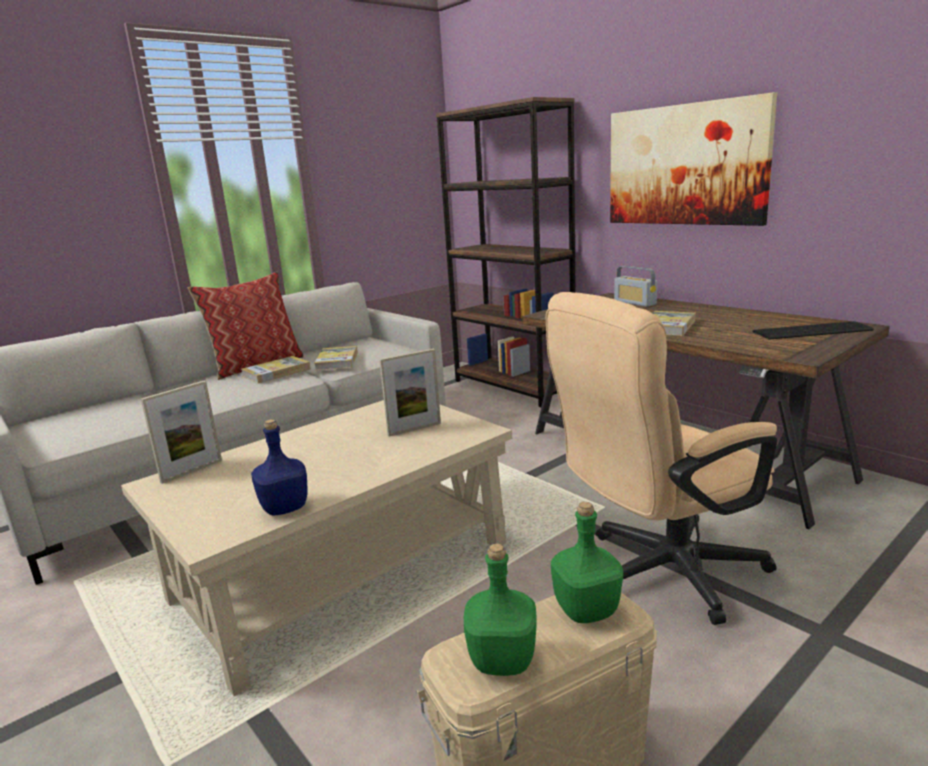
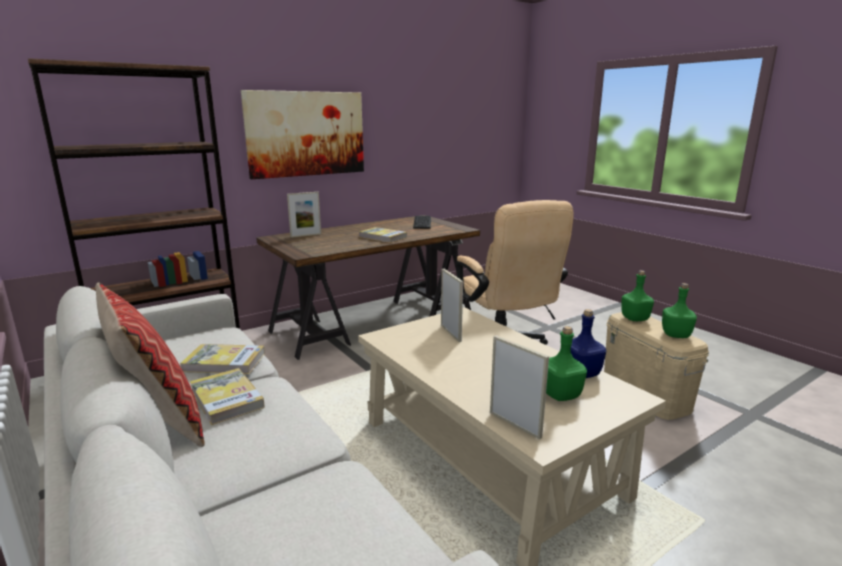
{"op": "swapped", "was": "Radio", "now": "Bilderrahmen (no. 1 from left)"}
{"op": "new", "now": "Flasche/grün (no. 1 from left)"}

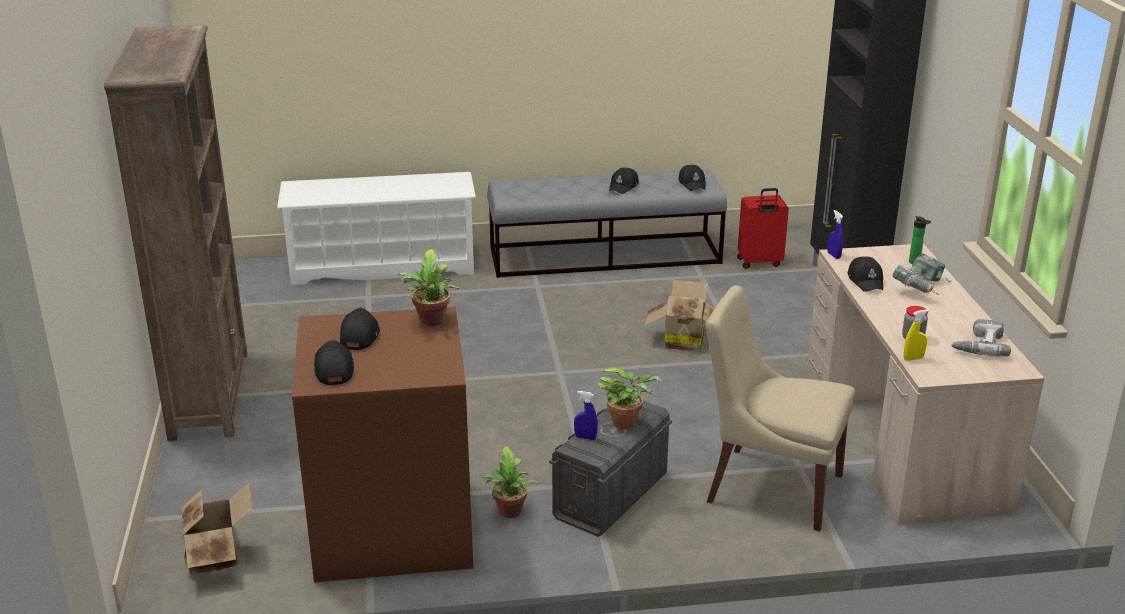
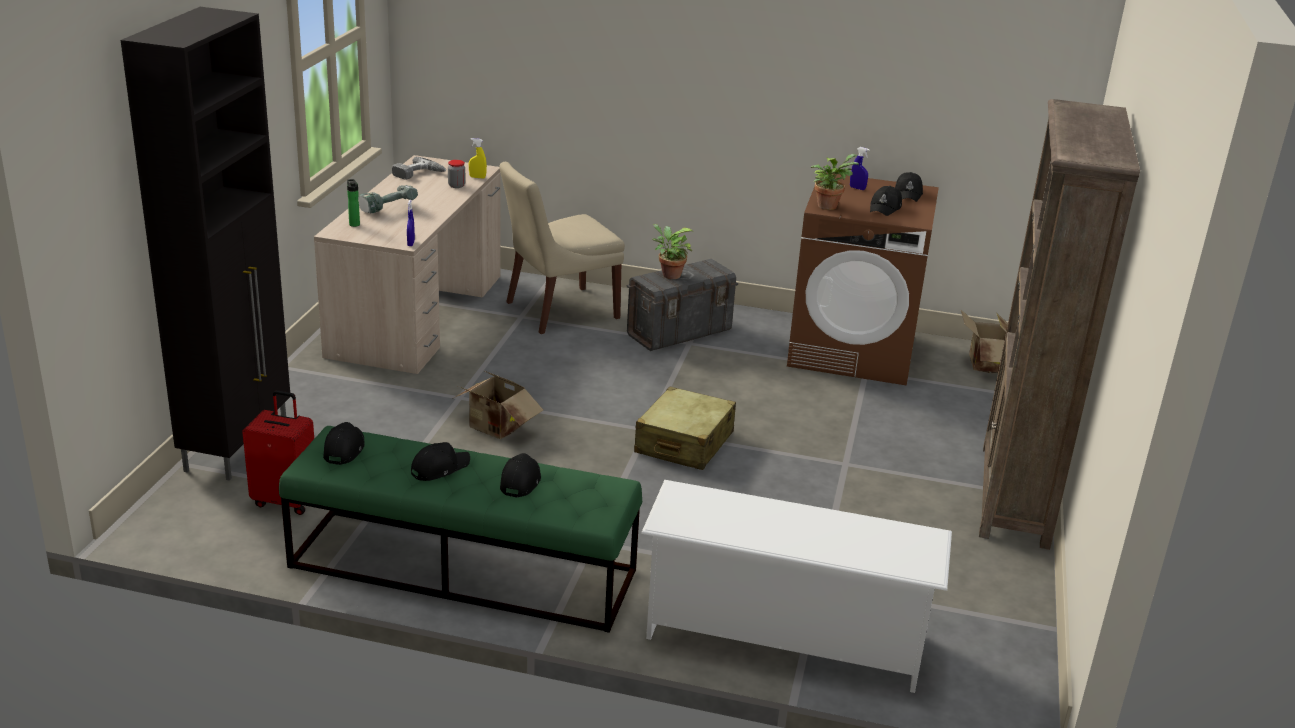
{"op": "repainted", "was": "Bank/grau", "now": "Bank/grün"}
{"op": "rotated", "was": "Stuhl/beige", "clockwise": 105}
{"op": "shifted", "was": "Kappe/schwarz (no. 5 from left in the first image)", "now": "Kappe/schwarz (no. 3 from left)"}
{"op": "new", "now": "Koffer/beige"}
{"op": "shifted", "was": "Sprühflasche/blau (no. 1 from left in the first image)", "now": "Sprühflasche/blau (no. 2 from left)"}
{"op": "gone", "was": "Topfpflanze (no. 2 from left)"}

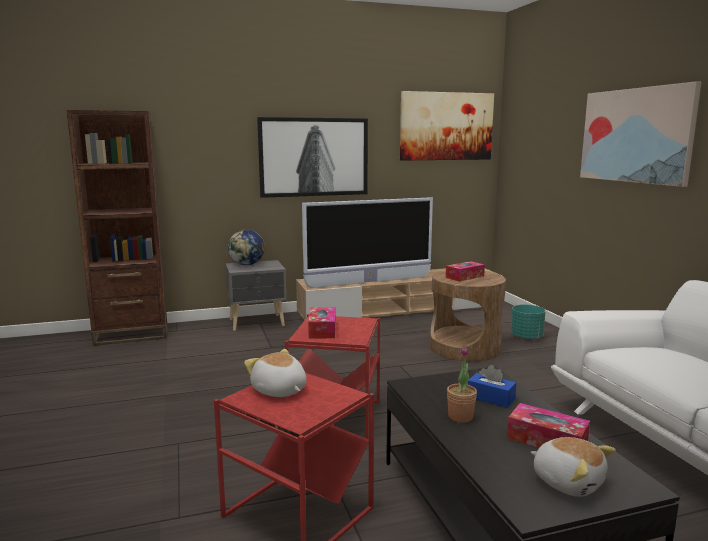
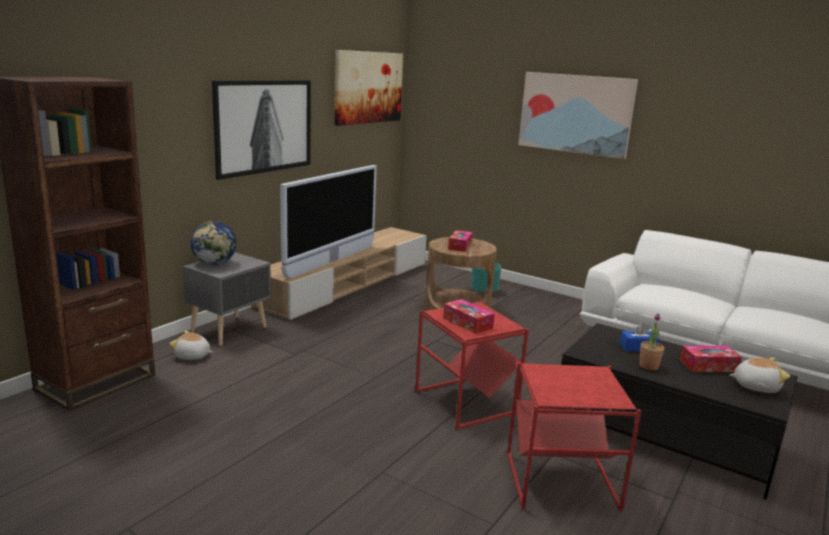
{"op": "shifted", "was": "Plüschtier (no. 1 from left)"}

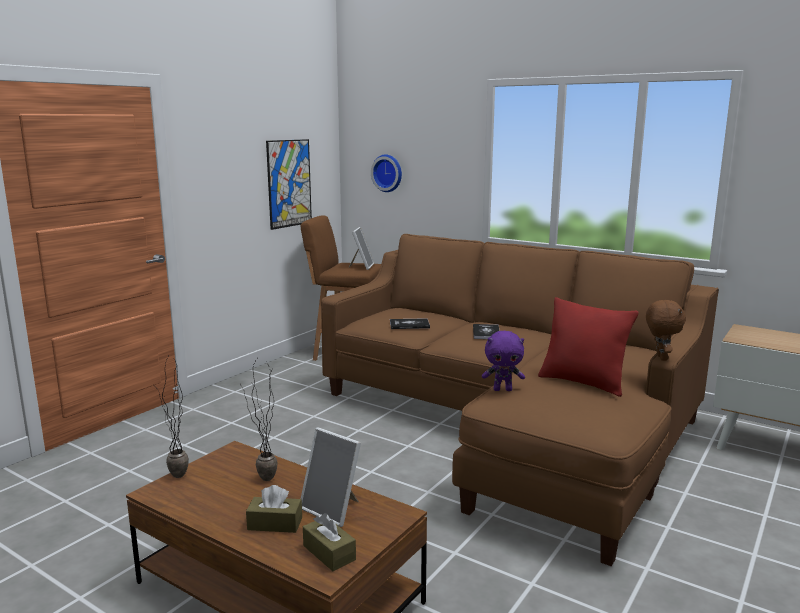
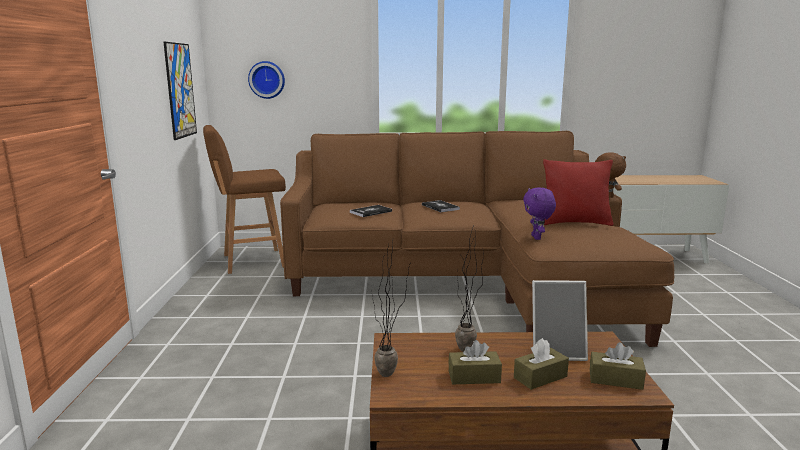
{"op": "new", "now": "Taschentuchbox/braun (no. 1 from left)"}
{"op": "rotated", "was": "Plüschtier/lila", "clockwise": 120}
{"op": "gone", "was": "Bilderrahmen (no. 2 from left)"}

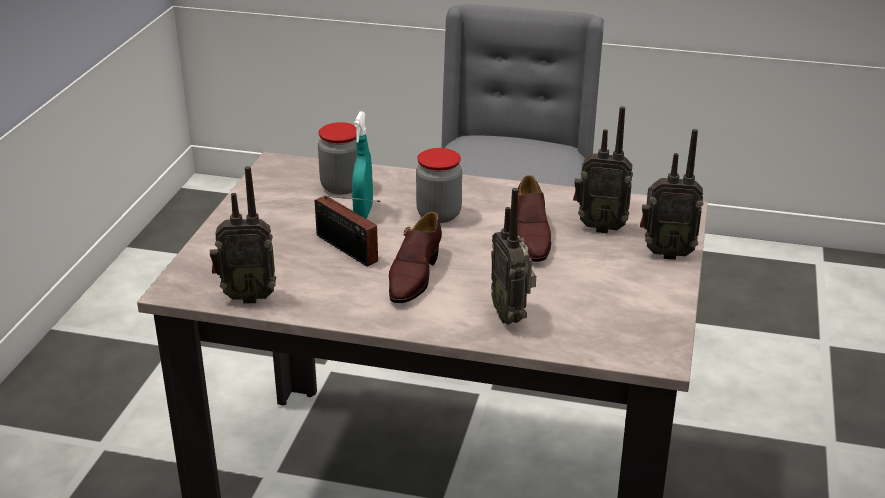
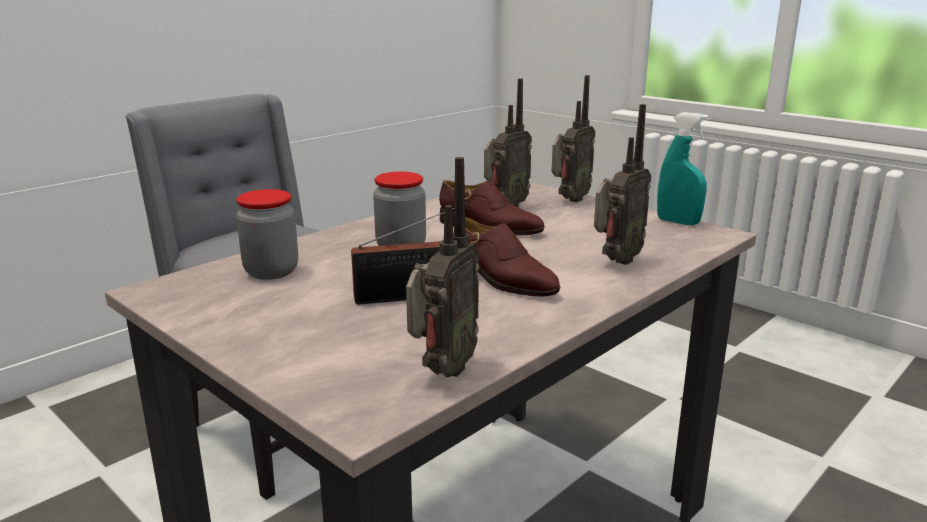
{"op": "rotated", "was": "Radio (no. 3 from left in the first image)", "clockwise": -60}
{"op": "shifted", "was": "Sprühflasche/türkis"}

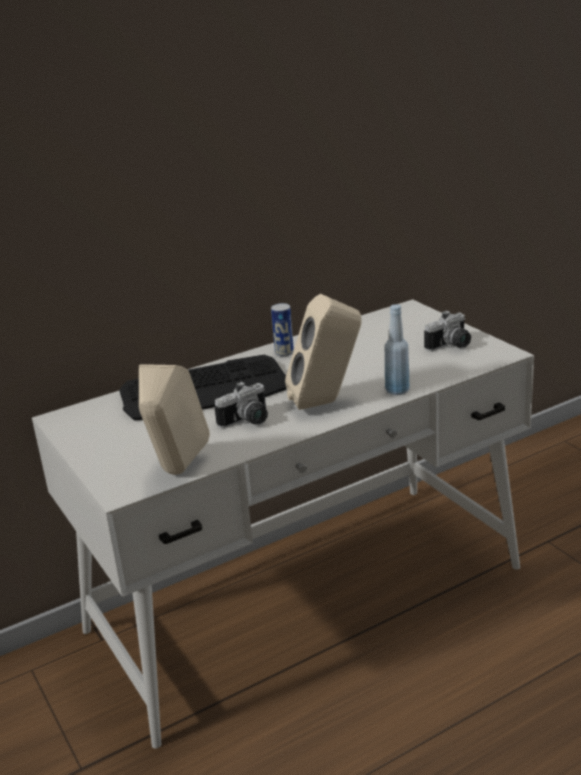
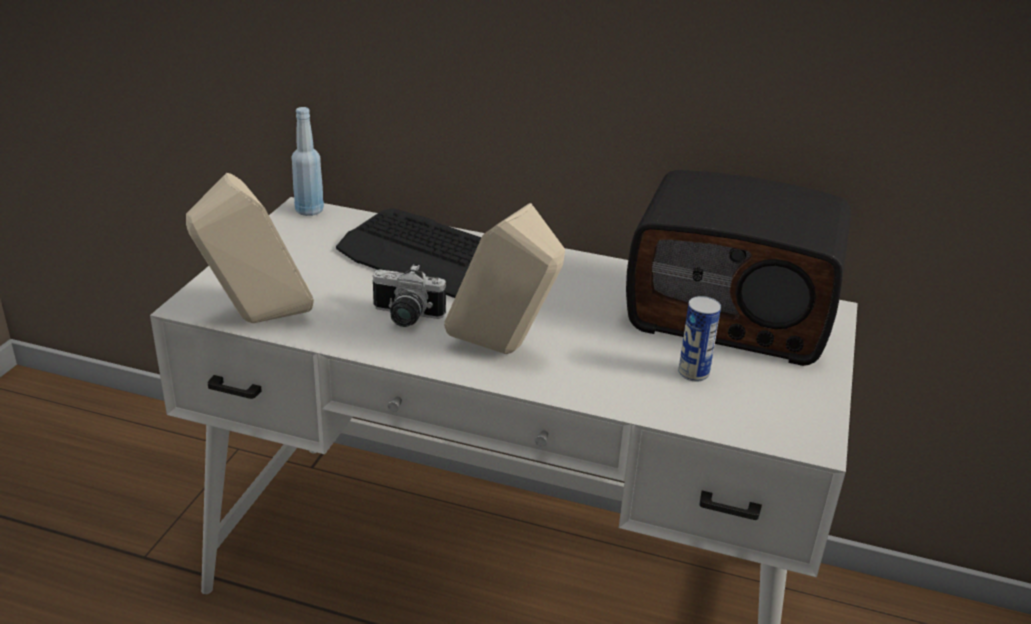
{"op": "shifted", "was": "Flasche/blau"}
{"op": "new", "now": "Radio"}
{"op": "shifted", "was": "Dose"}
{"op": "gone", "was": "Kamera (no. 2 from left)"}

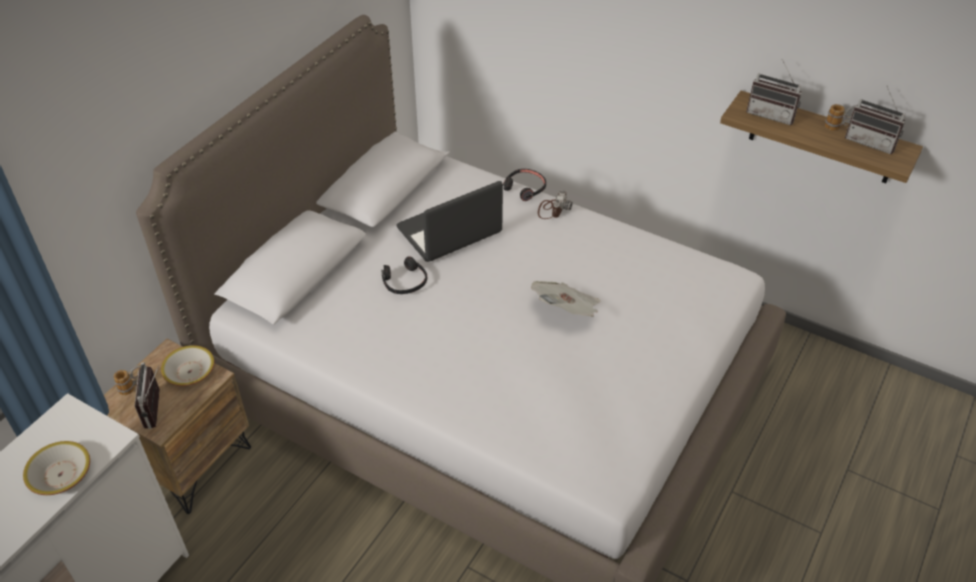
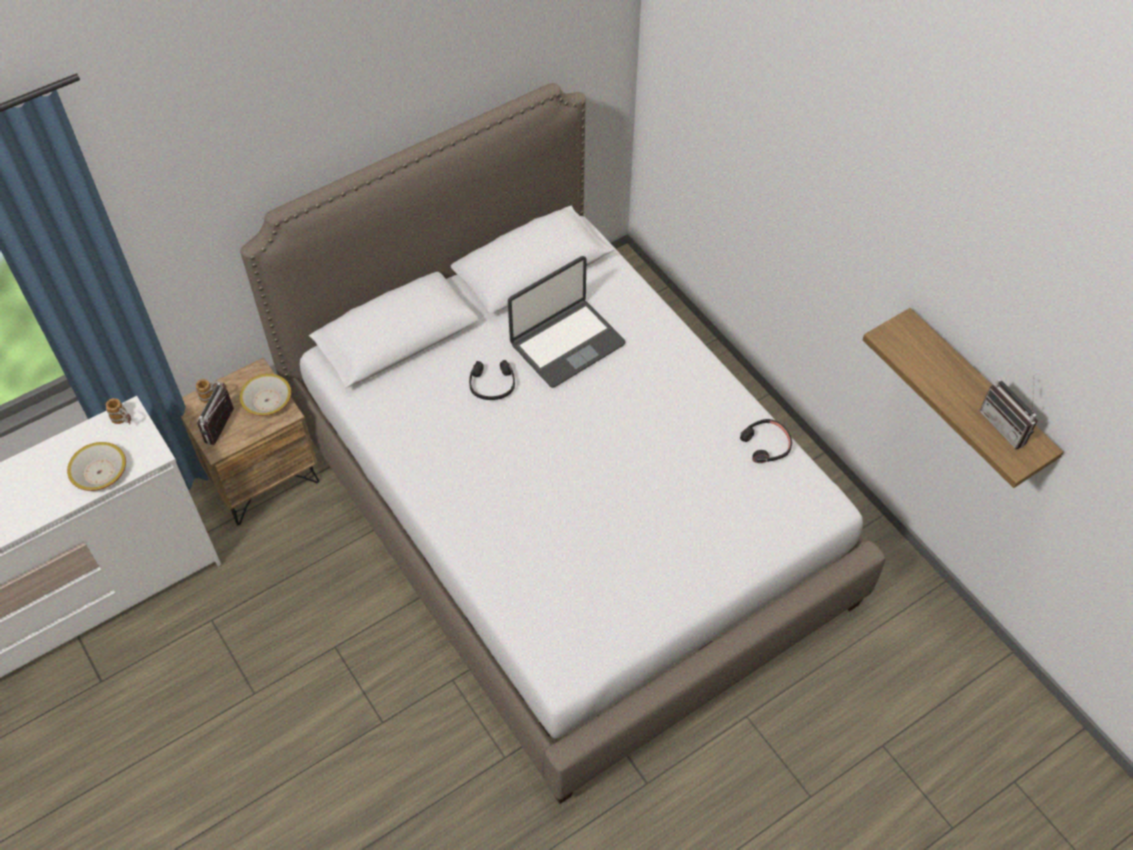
{"op": "shifted", "was": "Henkelbecher (no. 2 from left in the first image)", "now": "Henkelbecher (no. 1 from left)"}
{"op": "rotated", "was": "Laptop", "clockwise": 150}
{"op": "shifted", "was": "Kopfhörer/schwarz (no. 2 from left)"}
{"op": "gone", "was": "Zeitung"}
{"op": "gone", "was": "Kamera"}
{"op": "gone", "was": "Radio (no. 2 from left)"}

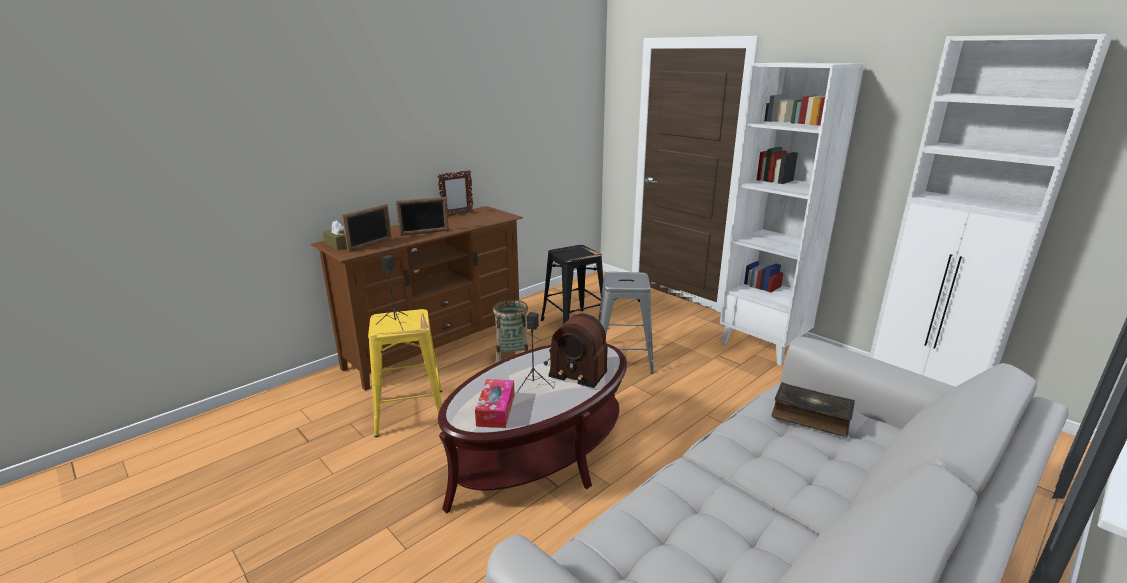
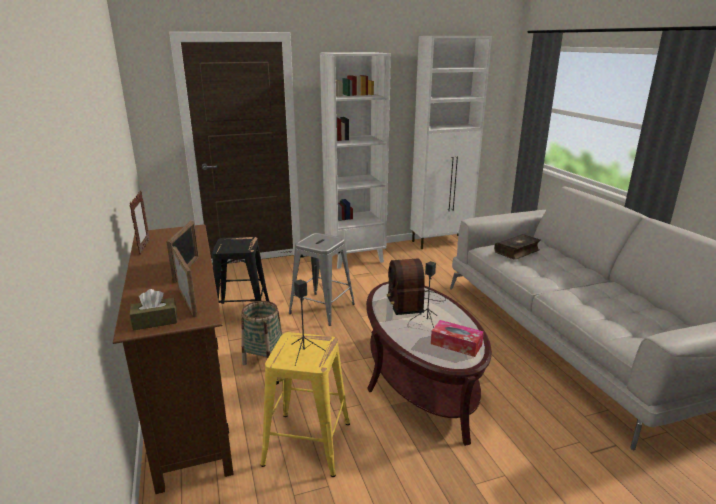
{"op": "rotated", "was": "Radio", "clockwise": 120}

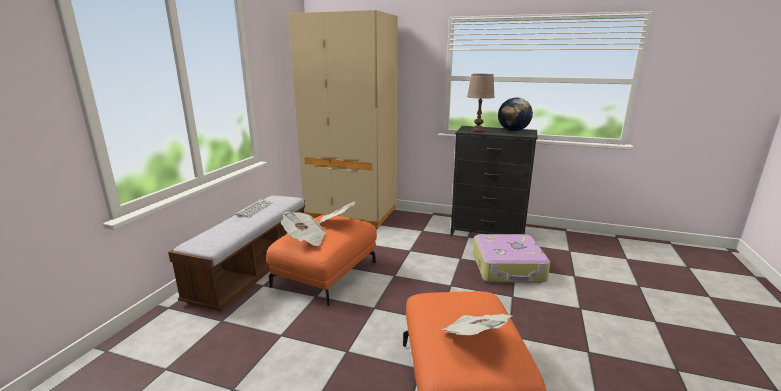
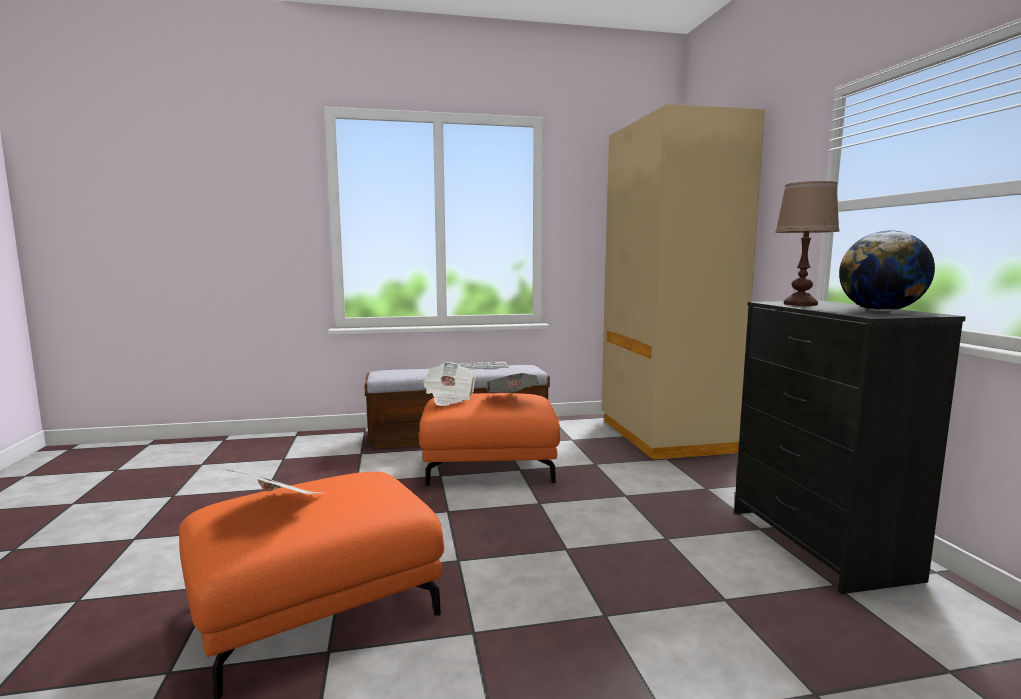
{"op": "gone", "was": "Koffer"}

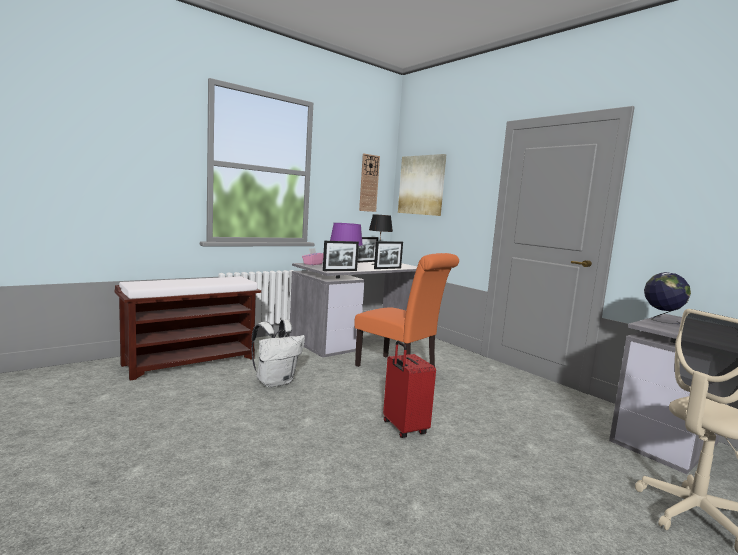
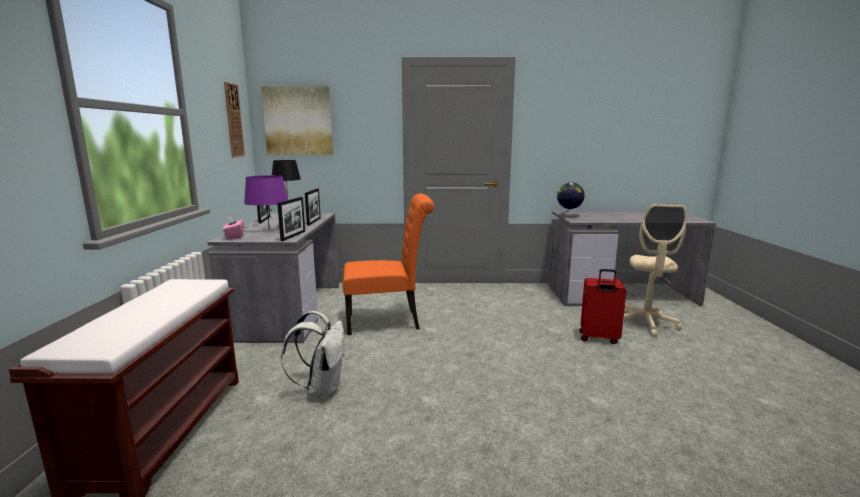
{"op": "shifted", "was": "Koffer/rot"}

